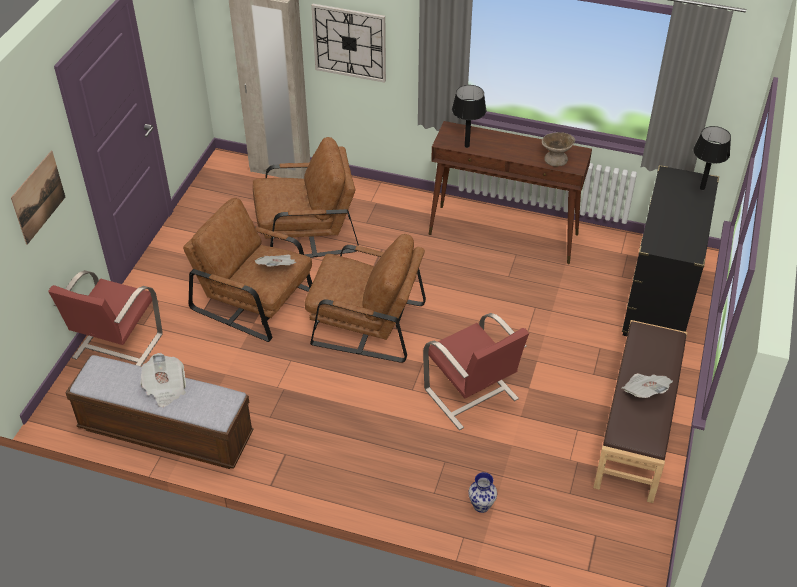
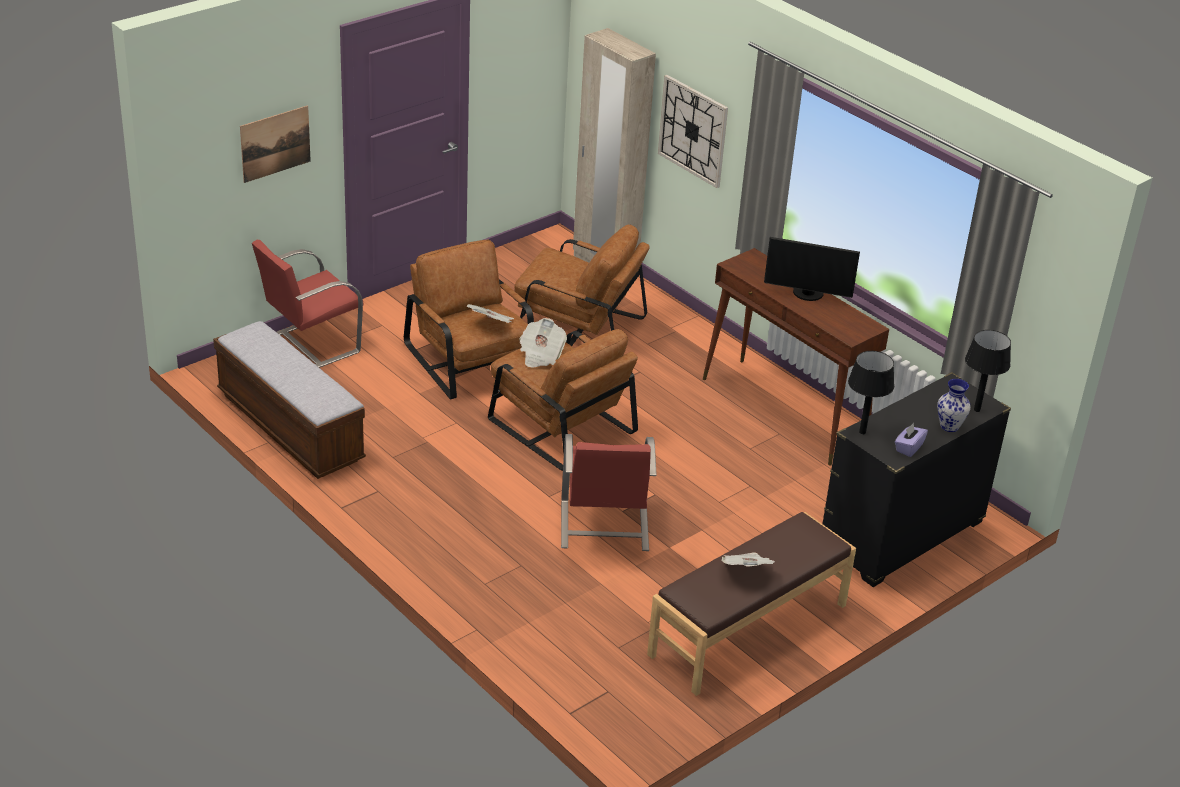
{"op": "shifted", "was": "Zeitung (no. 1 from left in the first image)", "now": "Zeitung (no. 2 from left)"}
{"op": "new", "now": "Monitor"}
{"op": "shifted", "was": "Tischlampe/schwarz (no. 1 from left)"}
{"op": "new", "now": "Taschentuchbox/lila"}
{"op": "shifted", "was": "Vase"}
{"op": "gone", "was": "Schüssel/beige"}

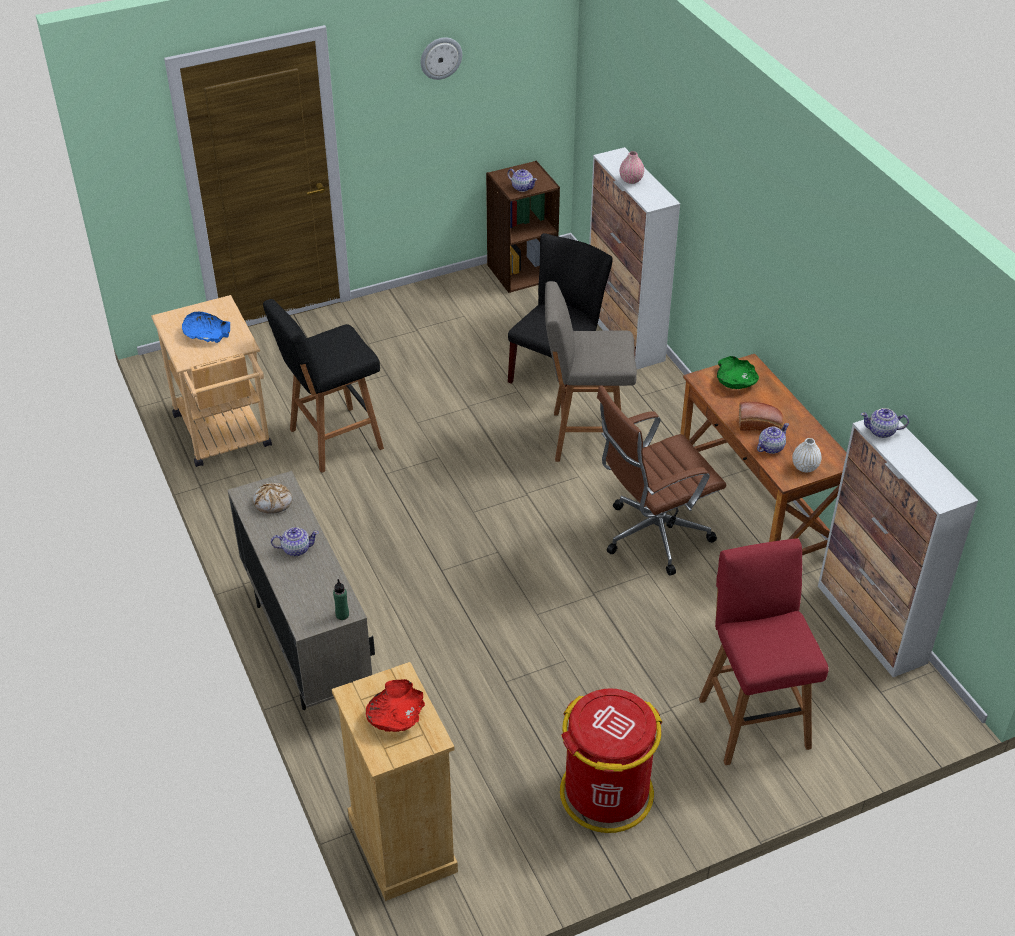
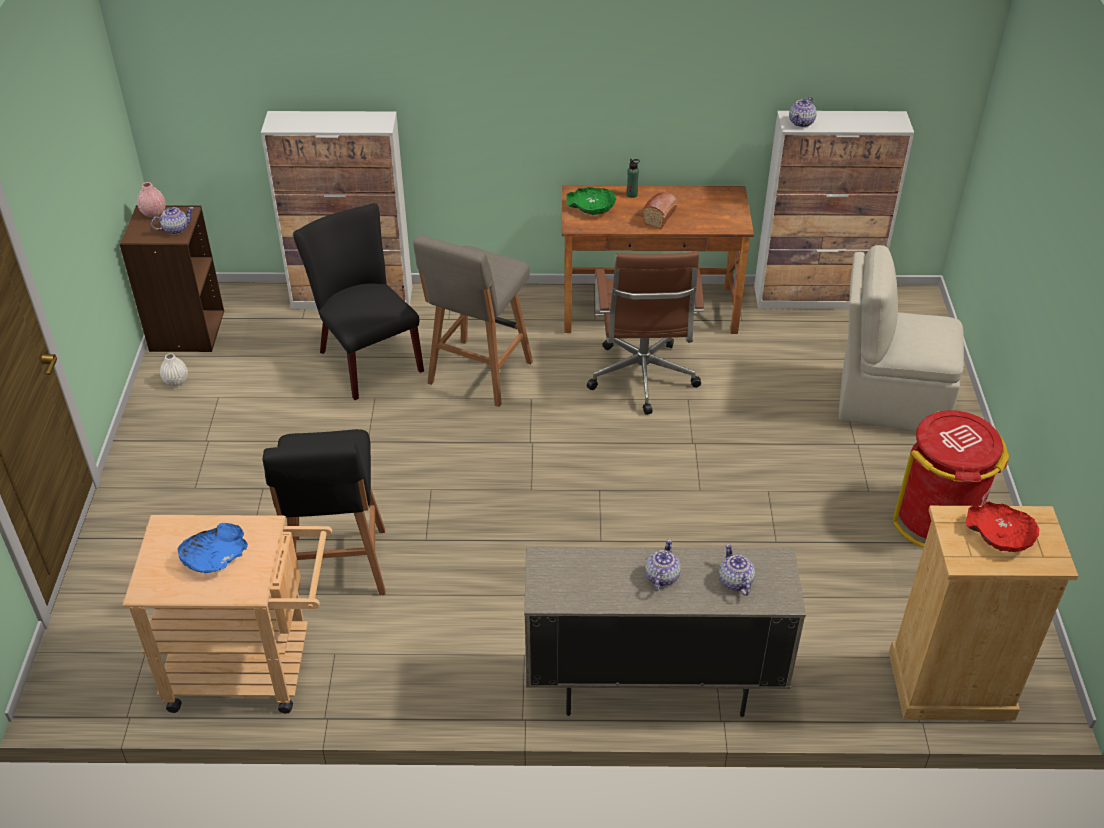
{"op": "shifted", "was": "Vase/rosa"}
{"op": "shifted", "was": "Vase/weiß"}
{"op": "shifted", "was": "Flasche/grün"}
{"op": "shifted", "was": "Teekanne (no. 3 from left)"}
{"op": "swapped", "was": "Hocker/rot", "now": "Stuhl/beige"}
{"op": "gone", "was": "Brot (no. 1 from left)"}
{"op": "gone", "was": "Wanduhr"}

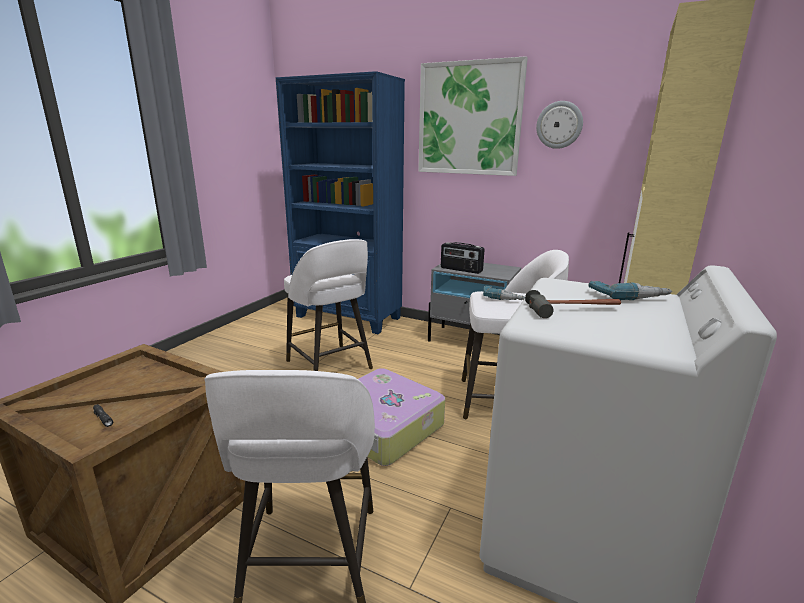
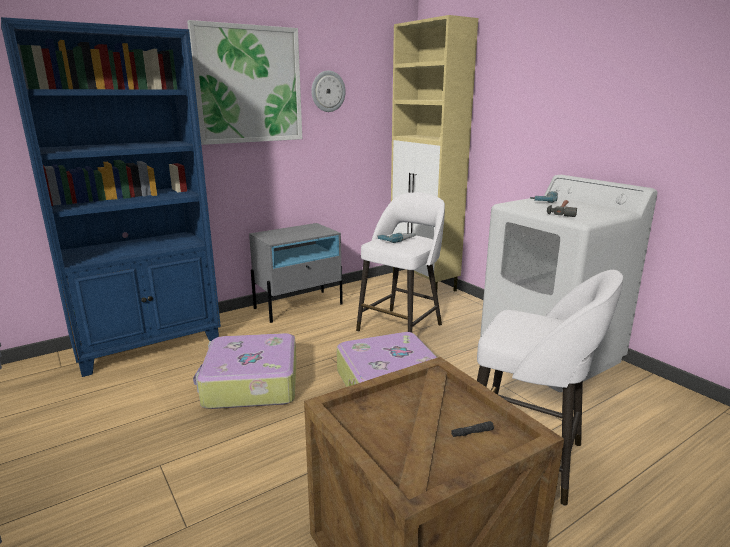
{"op": "swapped", "was": "Hocker/weiß (no. 2 from left)", "now": "Koffer (no. 1 from left)"}
{"op": "gone", "was": "Radio"}

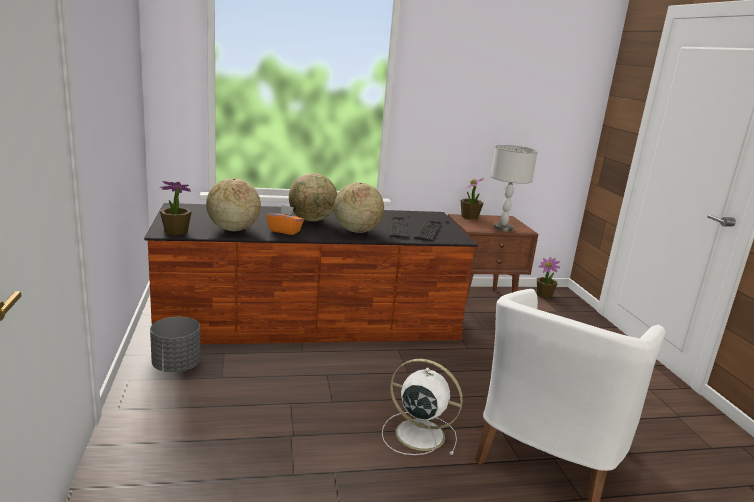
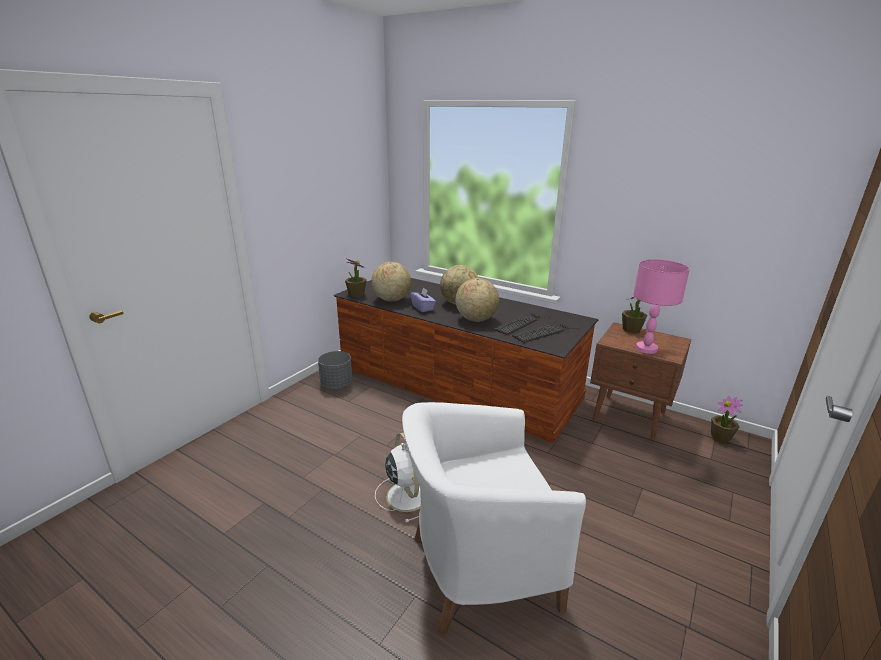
{"op": "repainted", "was": "Taschentuchbox/orange", "now": "Taschentuchbox/lila"}
{"op": "repainted", "was": "Tischlampe/grau", "now": "Tischlampe/rosa"}

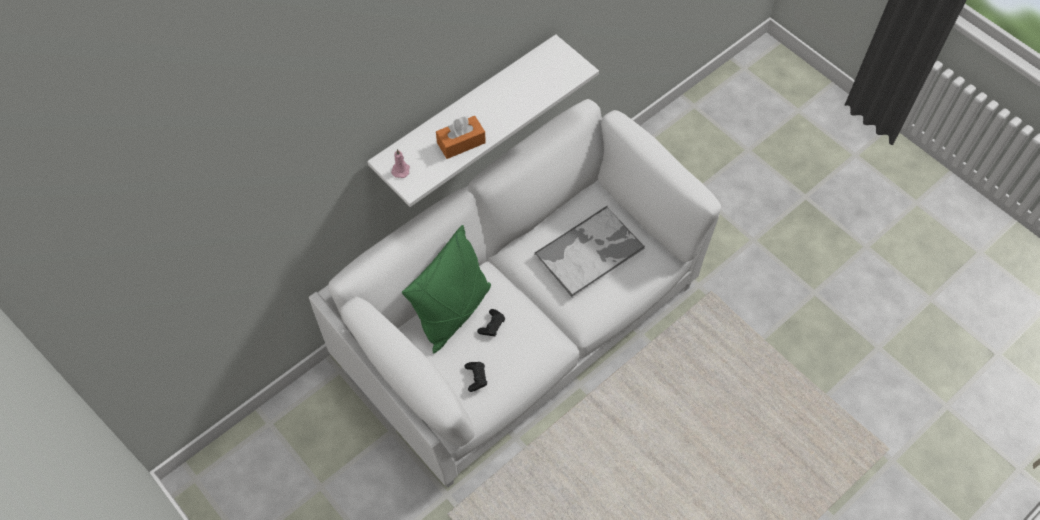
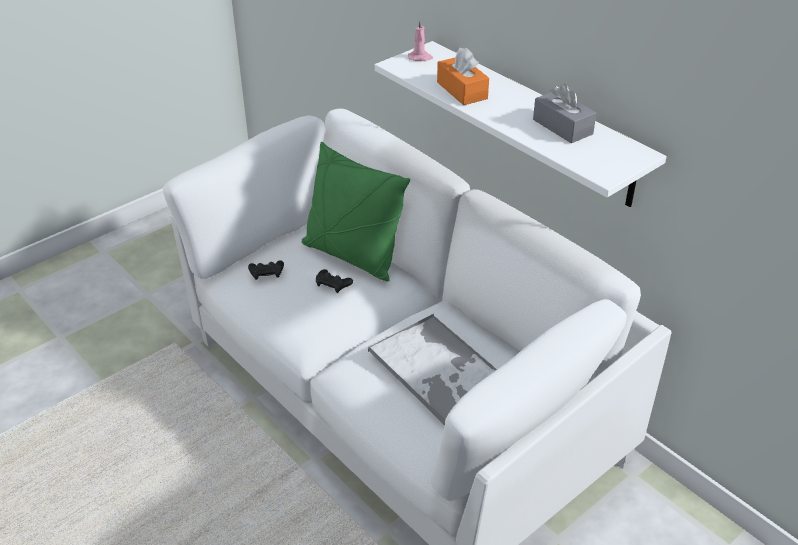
{"op": "new", "now": "Taschentuchbox/grau"}

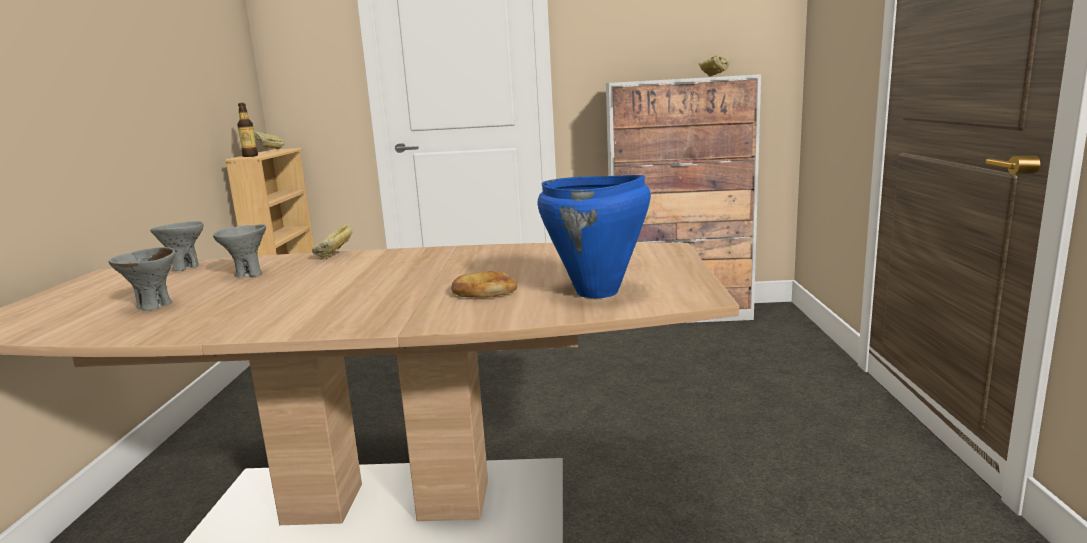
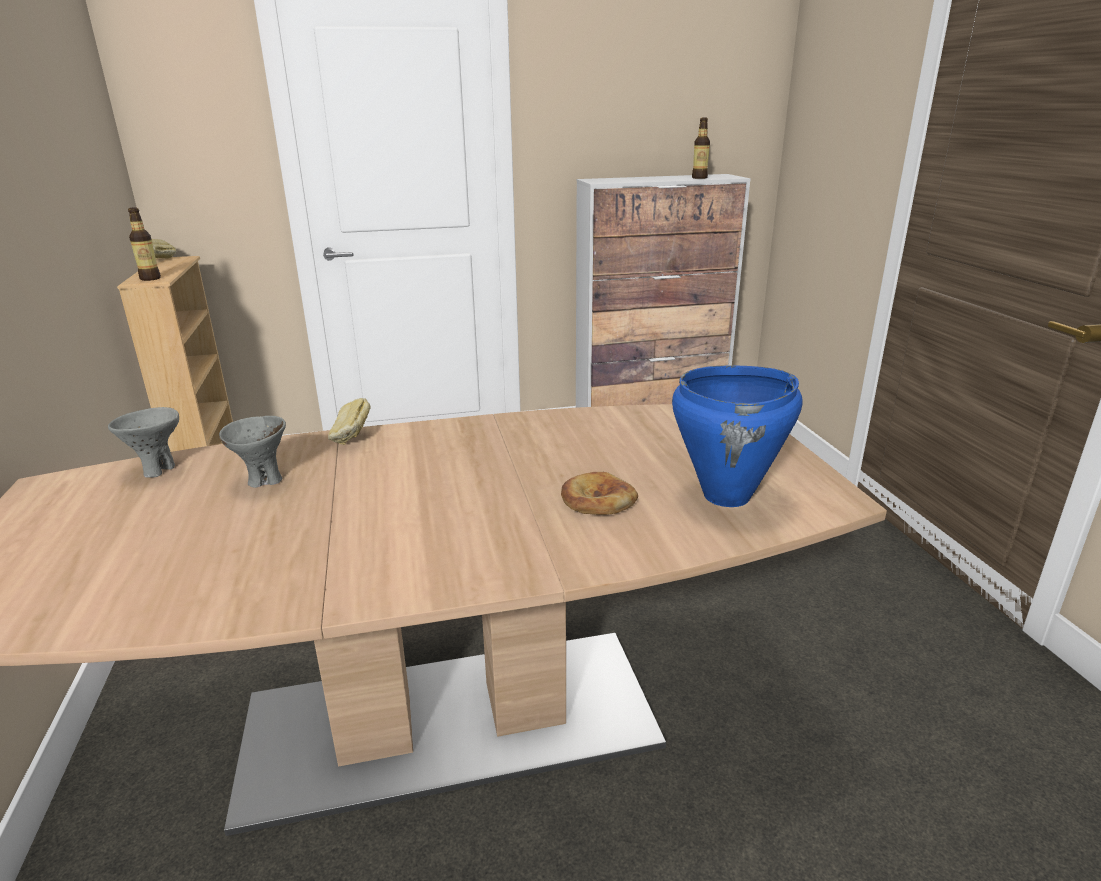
{"op": "swapped", "was": "Brot (no. 4 from left)", "now": "Flasche (no. 2 from left)"}
{"op": "gone", "was": "Schüssel/grau (no. 1 from left)"}

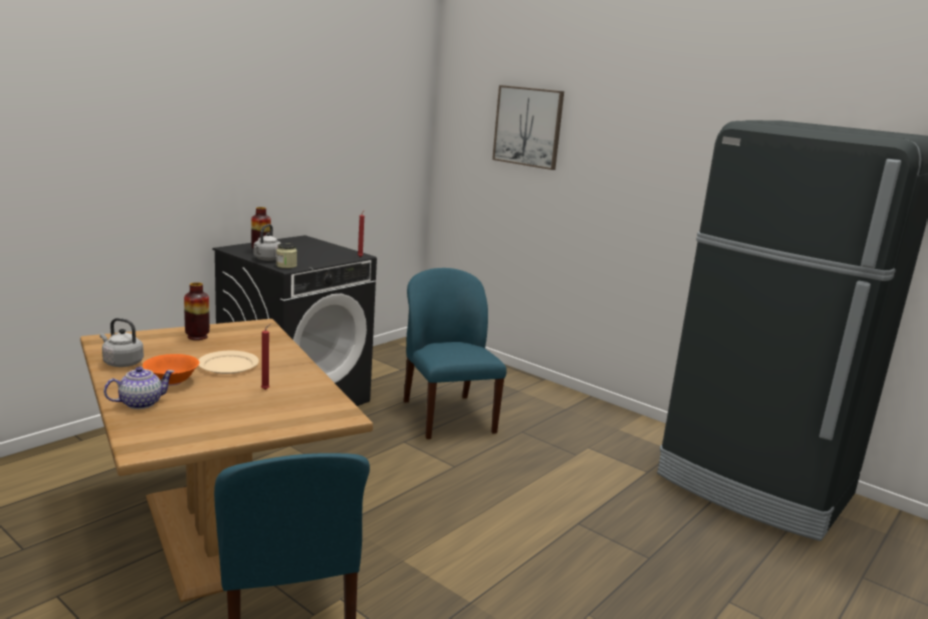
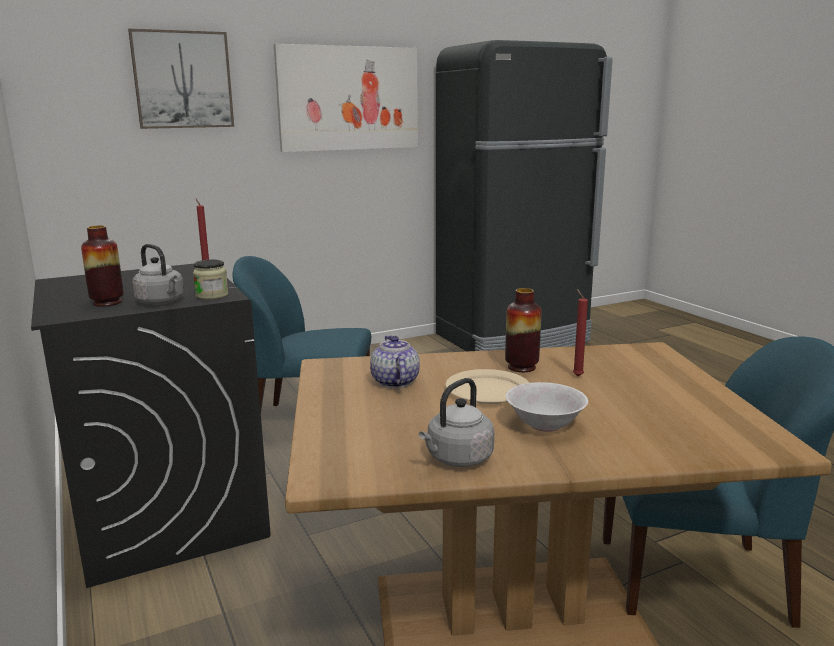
{"op": "new", "now": "Bild (no. 2 from left)"}
{"op": "shifted", "was": "Teekanne"}
{"op": "shifted", "was": "Vase (no. 1 from left in the first image)", "now": "Vase (no. 2 from left)"}
{"op": "repainted", "was": "Schüssel/orange", "now": "Schüssel/weiß"}

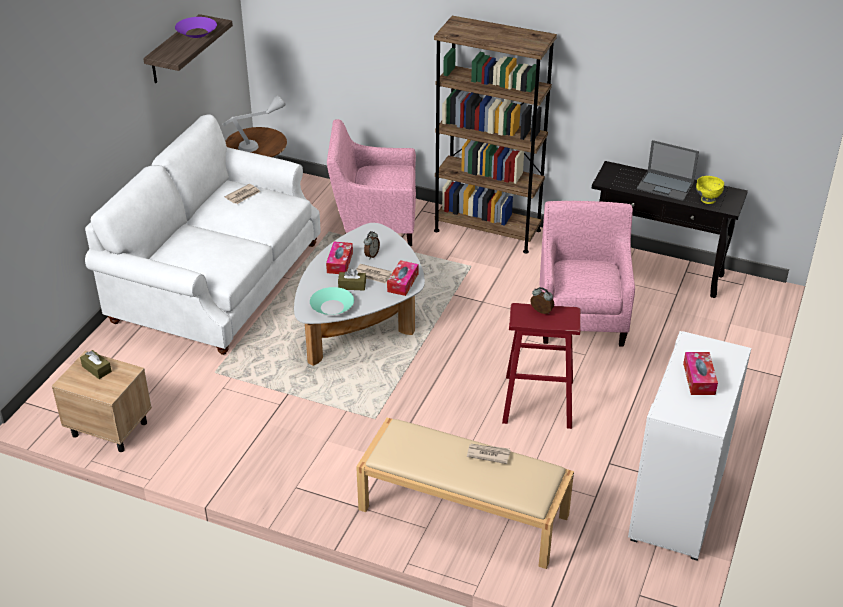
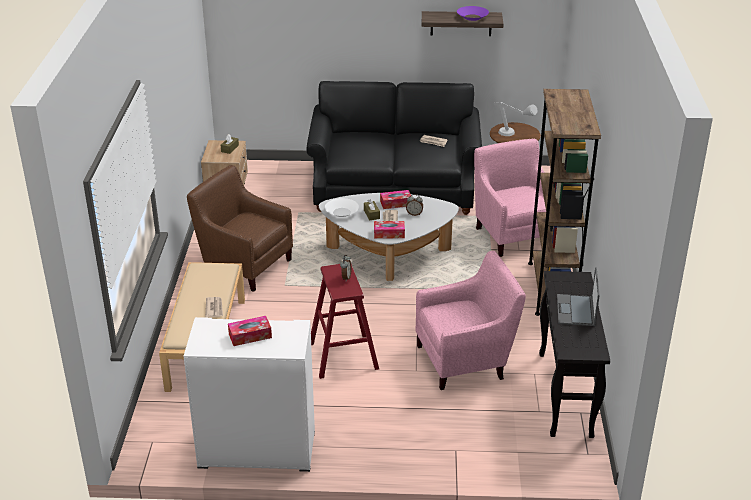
{"op": "new", "now": "Sessel/braun"}
{"op": "repainted", "was": "Sofa/weiß", "now": "Sofa/schwarz"}
{"op": "repainted", "was": "Schüssel/türkis", "now": "Schüssel/weiß"}
{"op": "gone", "was": "Schüssel/gelb"}

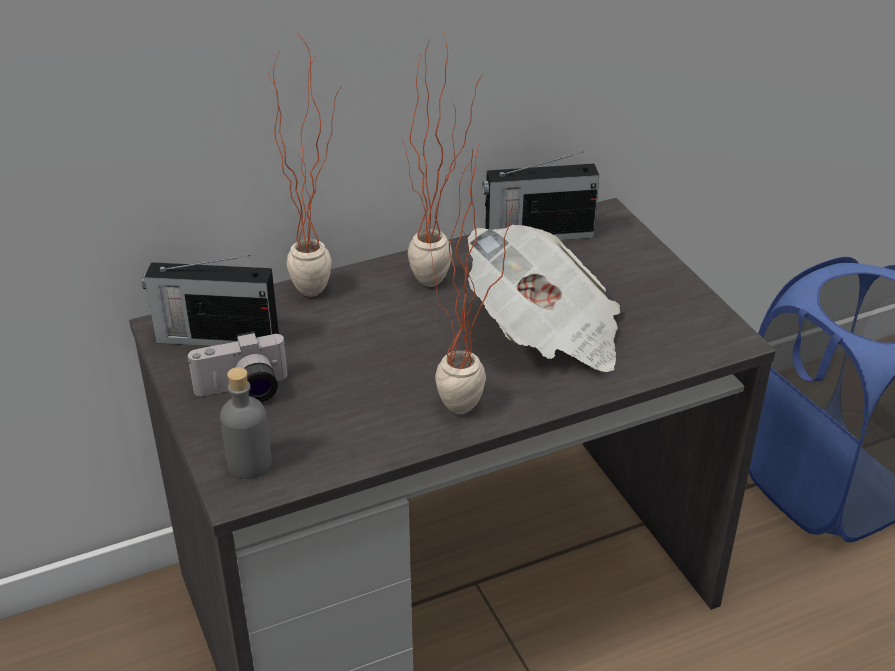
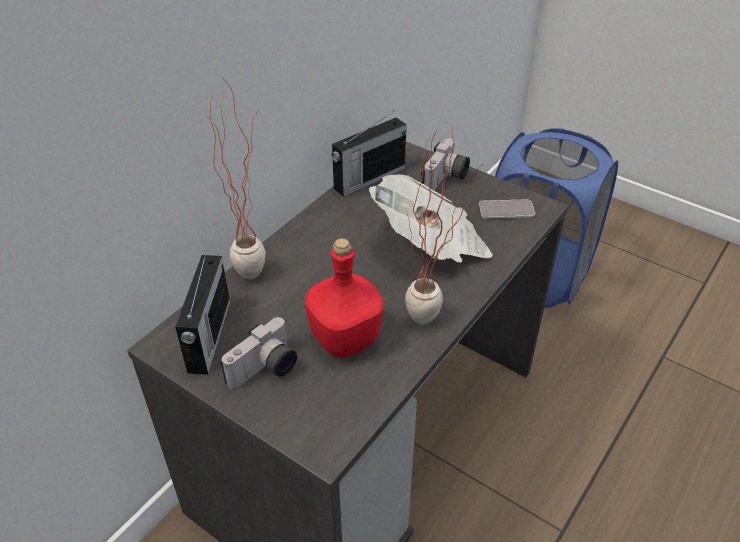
{"op": "rotated", "was": "Radio (no. 1 from left)", "clockwise": -60}
{"op": "new", "now": "Flasche/rot"}
{"op": "new", "now": "Kamera (no. 2 from left)"}
{"op": "new", "now": "Handy"}
{"op": "gone", "was": "Flasche/grau"}
{"op": "gone", "was": "Topfpflanze (no. 2 from left)"}

